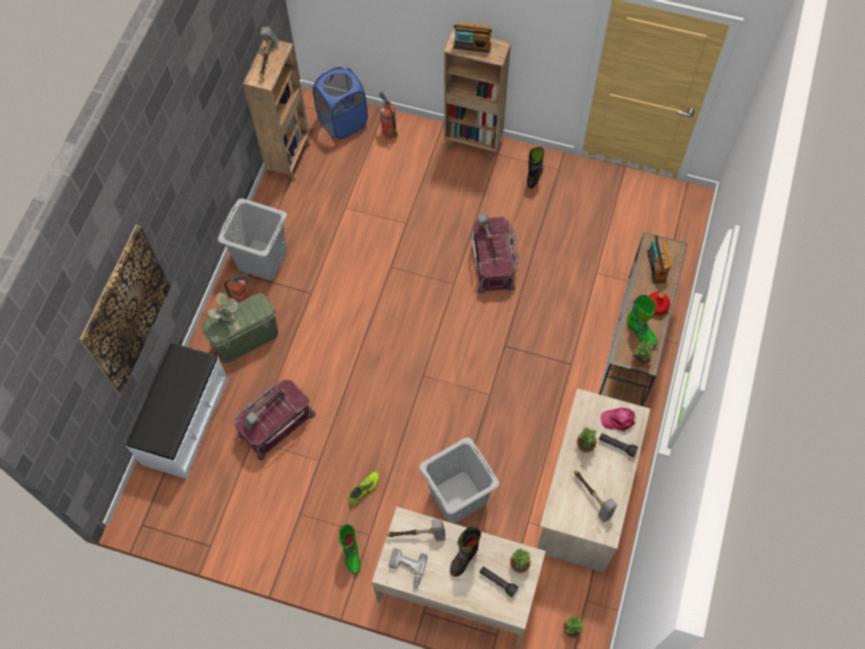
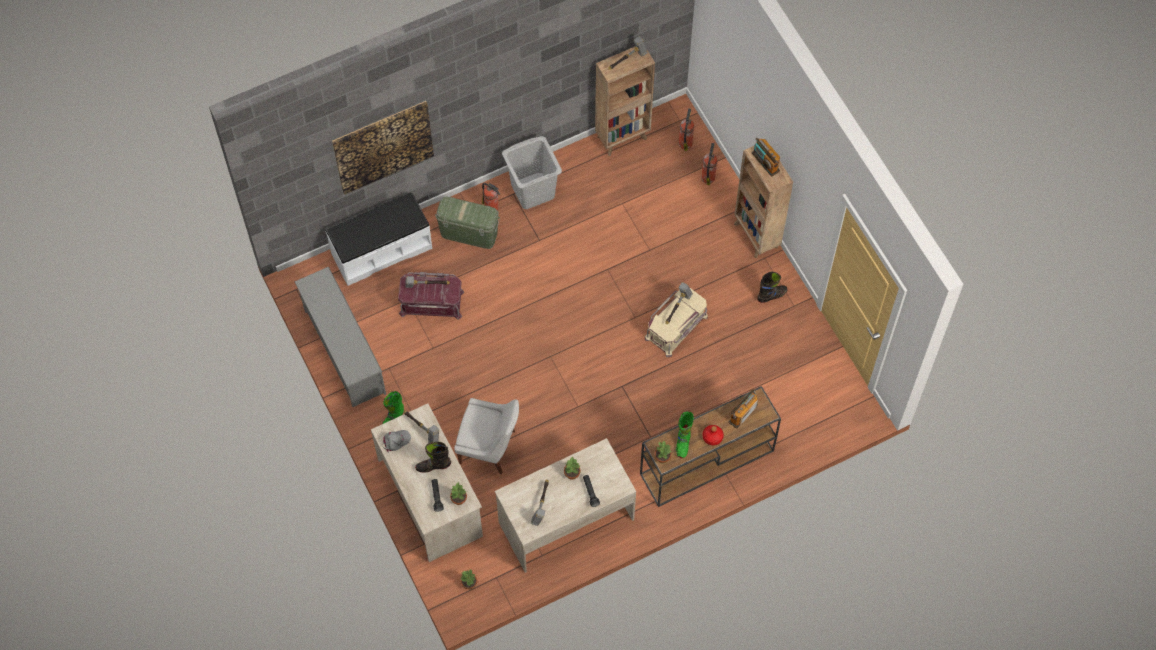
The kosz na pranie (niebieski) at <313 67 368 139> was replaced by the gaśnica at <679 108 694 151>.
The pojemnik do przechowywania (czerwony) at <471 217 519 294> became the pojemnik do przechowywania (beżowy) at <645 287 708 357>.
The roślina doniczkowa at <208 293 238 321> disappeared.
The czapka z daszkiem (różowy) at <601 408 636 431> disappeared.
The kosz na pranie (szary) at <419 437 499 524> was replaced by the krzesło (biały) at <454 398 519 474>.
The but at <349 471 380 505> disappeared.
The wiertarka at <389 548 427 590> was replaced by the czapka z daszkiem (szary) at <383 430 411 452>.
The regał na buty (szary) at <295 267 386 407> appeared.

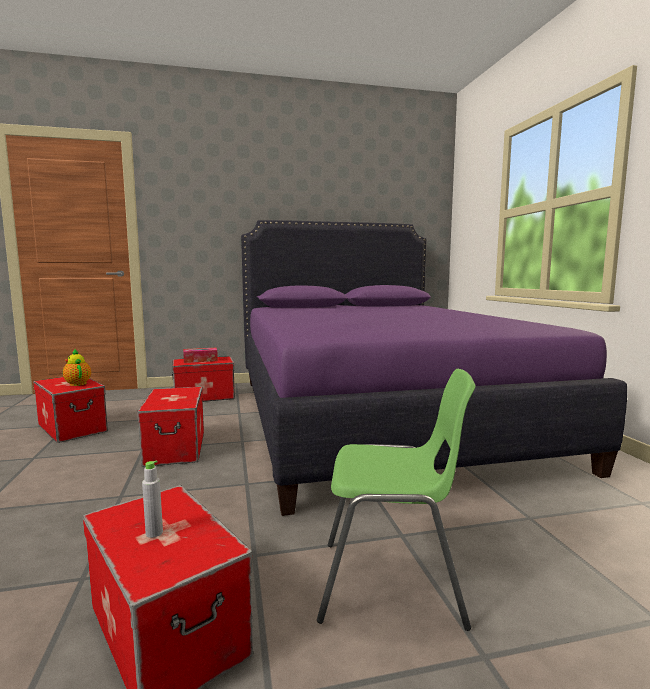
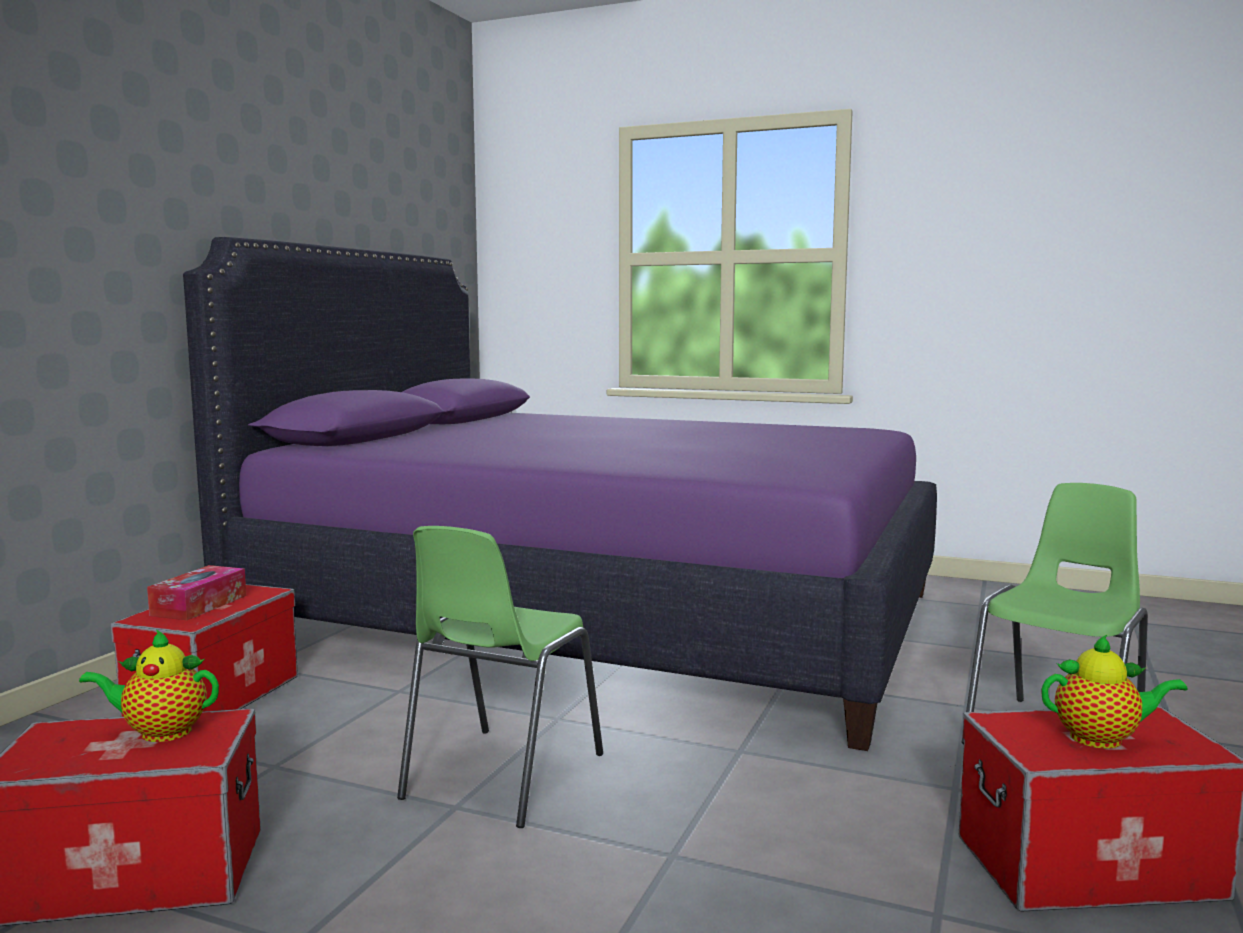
The pojemnik do przechowywania at <137 387 204 467> was replaced by the krzesło (zielony) at <397 526 603 828>.
The butelka (szary) at <142 461 163 538> was replaced by the imbryk at <1041 635 1188 748>.

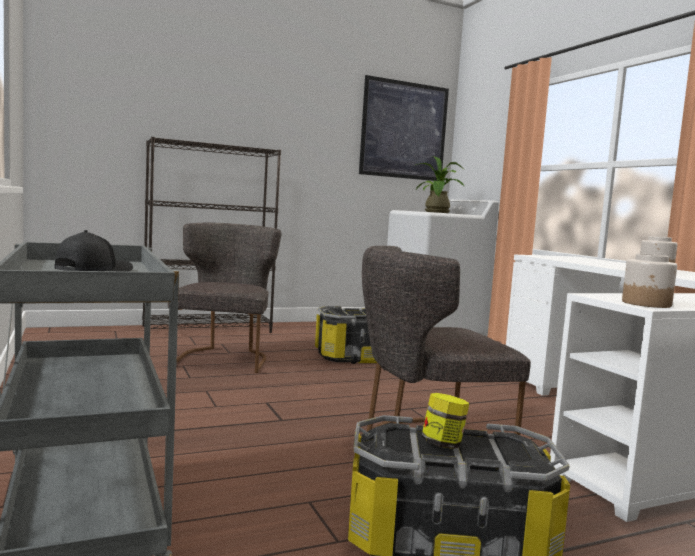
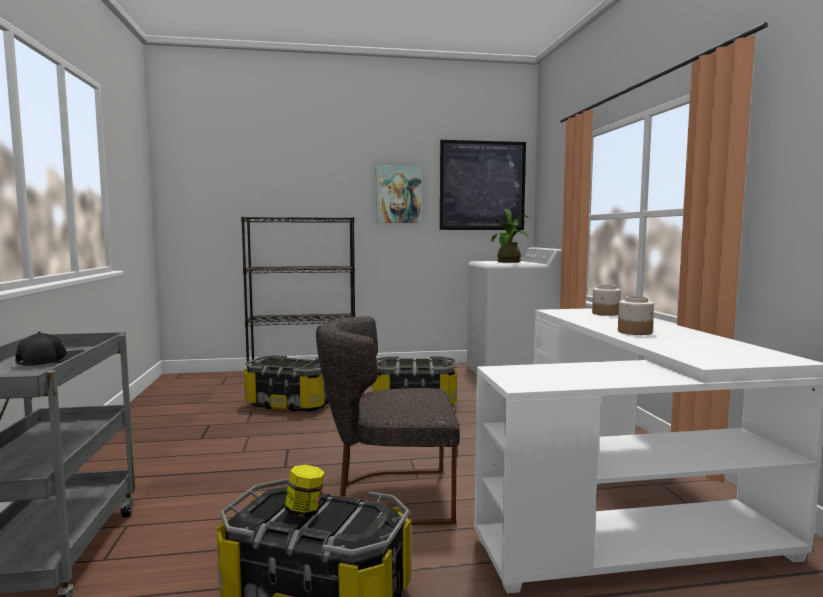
The krzesło (szary) at <168 222 282 373> was replaced by the pojemnik do przechowywania at <244 355 329 412>.
The słoik moved from <622 254 677 308> to <592 285 621 316>.
The obraz at <376 165 422 223> appeared.

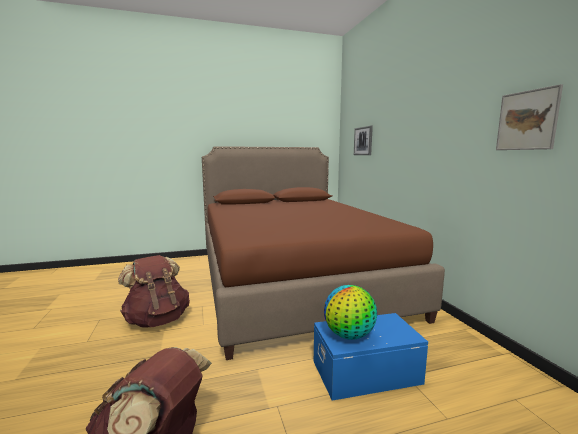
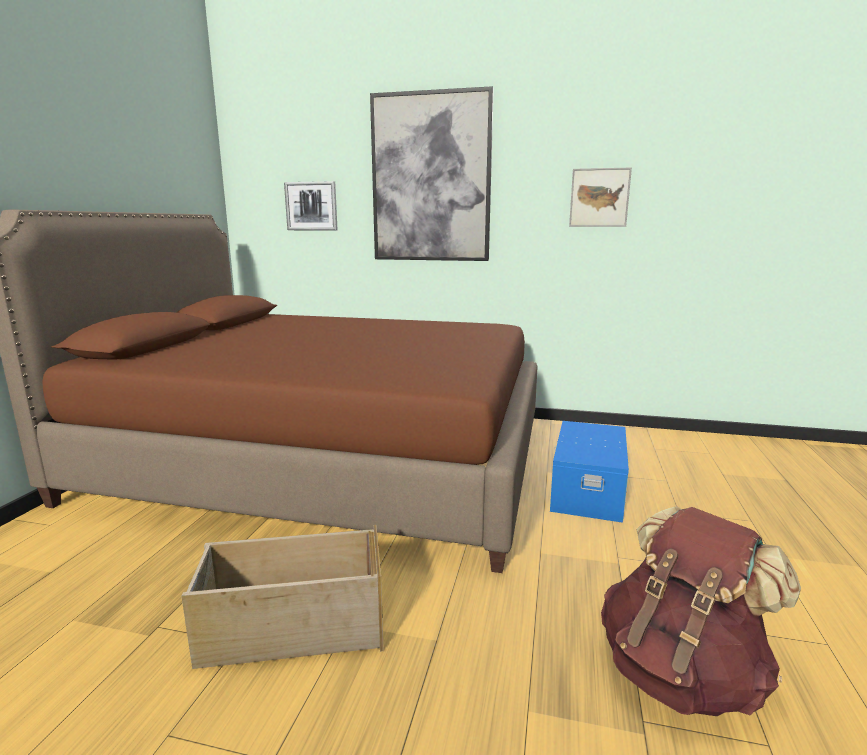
The plecak (brązowy) at <118 255 190 328> was replaced by the pojemnik do przechowywania (beżowy) at <181 525 384 669>.
The globus at <324 285 377 340> disappeared.
The obraz at <370 86 494 261> appeared.

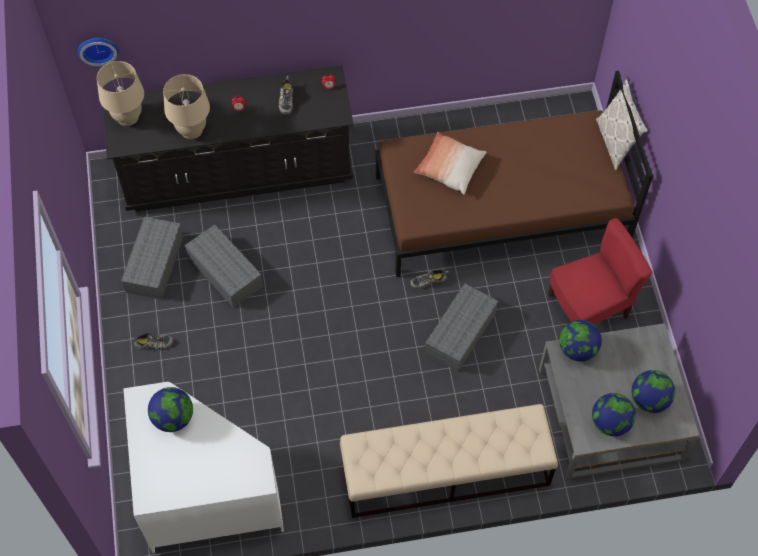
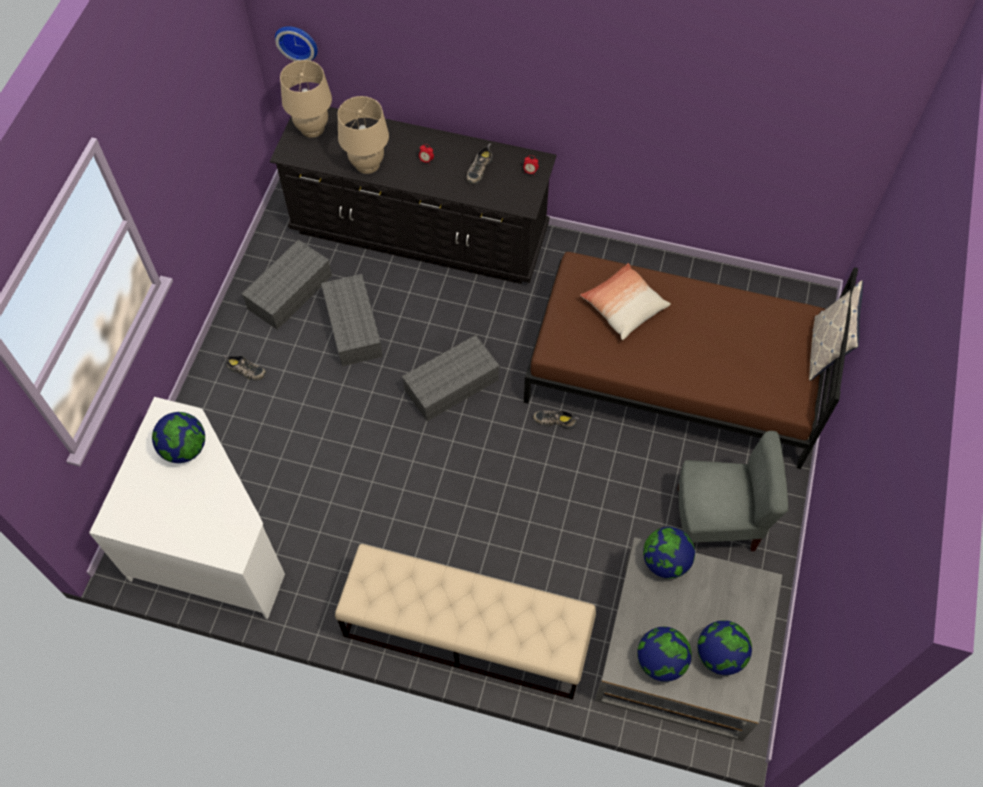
The krzesło (czerwony) at <548 218 653 325> became the krzesło (szary) at <678 431 788 551>.
The pojemnik do przechowywania (szary) moved from <425 283 498 372> to <402 335 500 421>.

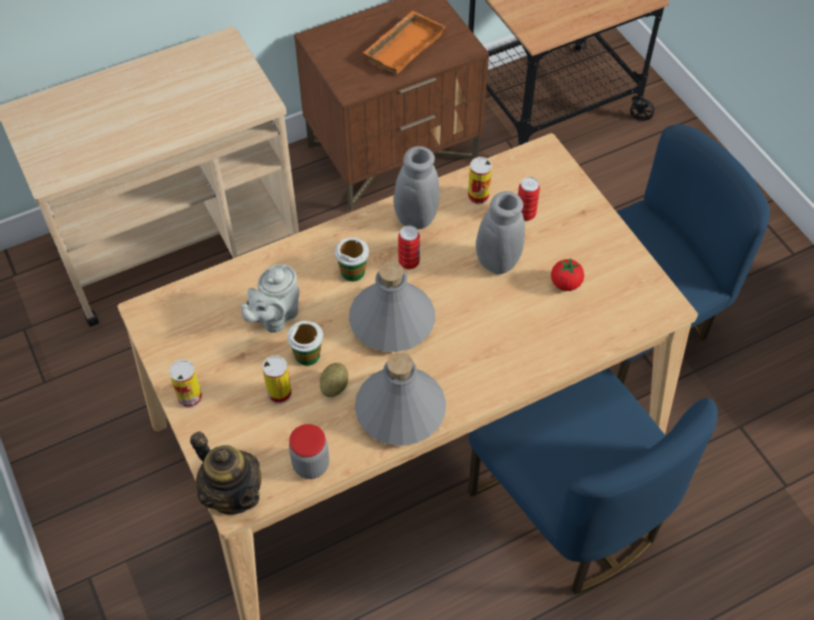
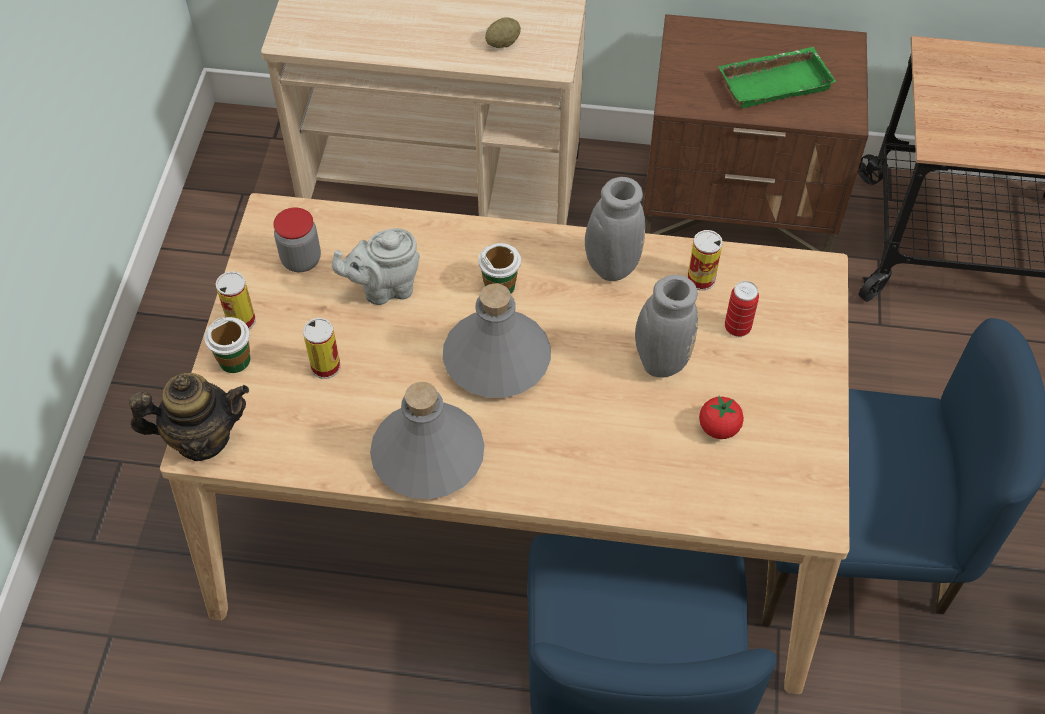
The taca (pomarańczowy) at <363 11 446 74> became the taca (zielony) at <718 47 836 108>.
The puszka at <398 225 420 269> disappeared.
The filiżanka moved from <287 321 323 366> to <204 317 250 373>.
The ziemniak moved from <320 363 348 397> to <485 18 521 48>.
The słoik moved from <289 424 329 479> to <273 208 321 272>.
The imbryk at <190 431 261 515> turned 90 degrees counterclockwise.

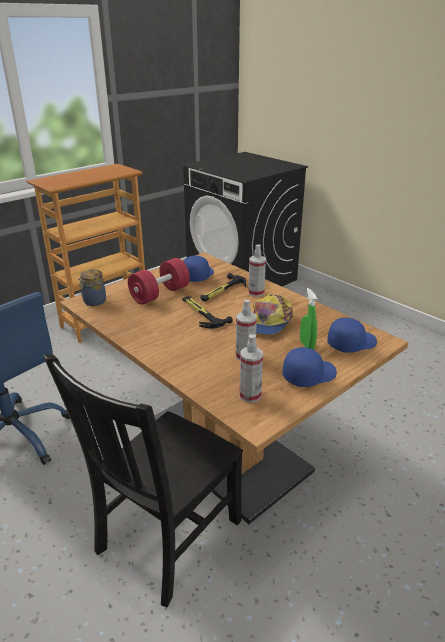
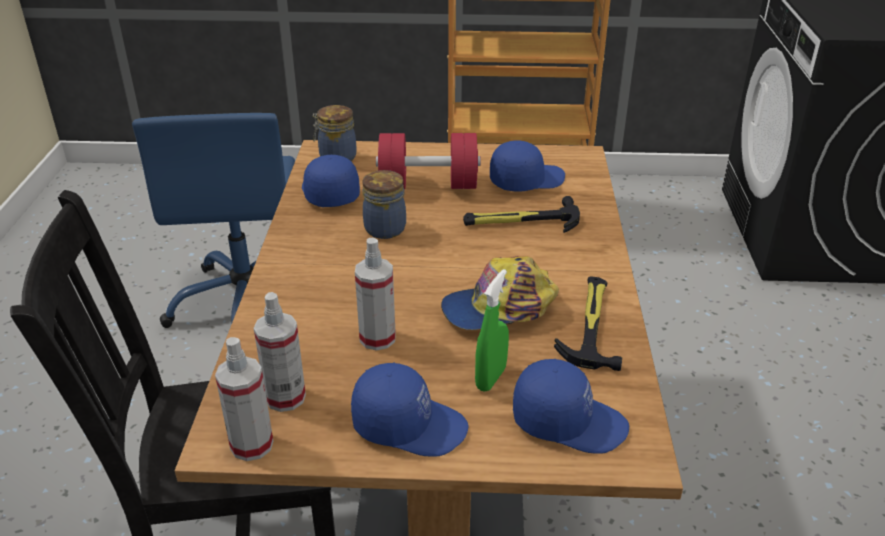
The spryskiwacz moved from <248 245 266 297> to <215 337 273 461>.
The młotek moved from <183 296 233 329> to <554 277 622 371>.
The czapka z daszkiem (niebieski) at <302 155 360 207> appeared.
The słoik at <362 170 406 239> appeared.

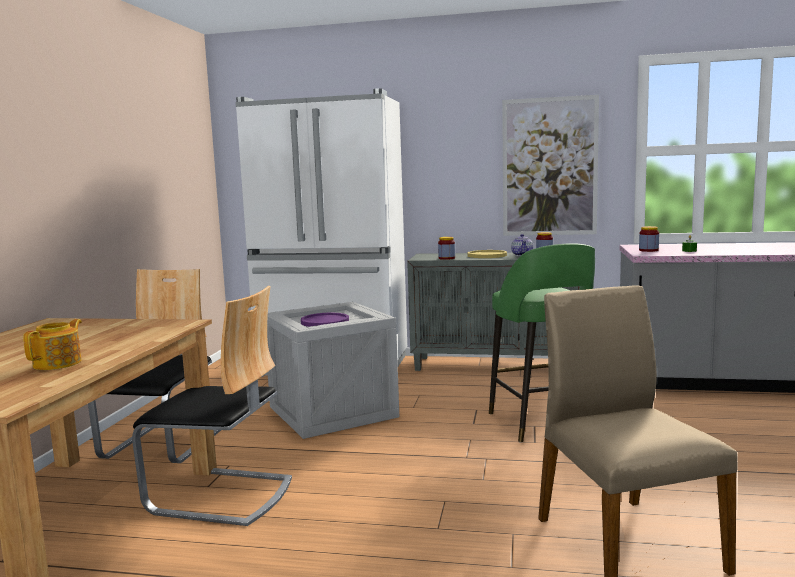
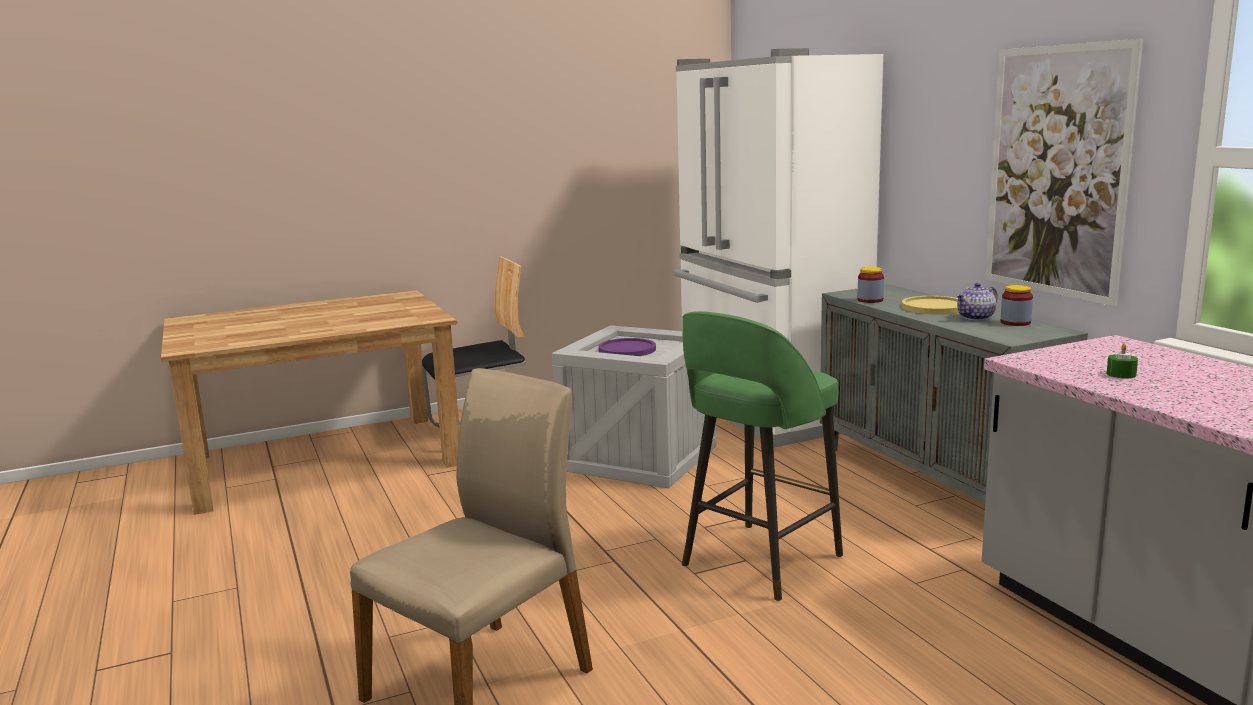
The słoik at <639 226 659 252> disappeared.
The krzesło at <132 286 292 526> disappeared.
The imbryk at <23 319 82 370> disappeared.

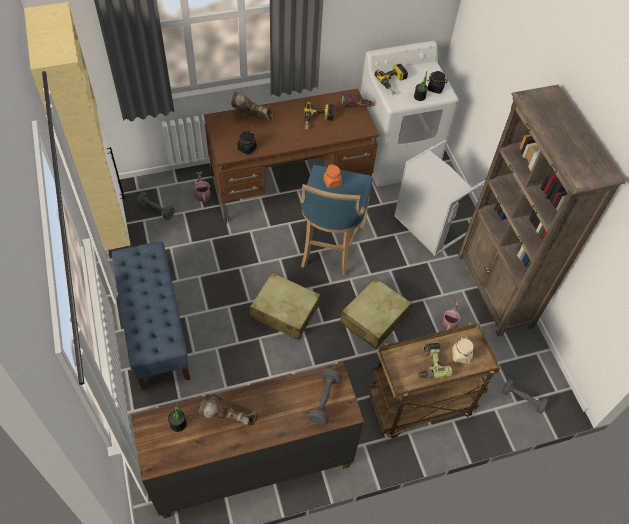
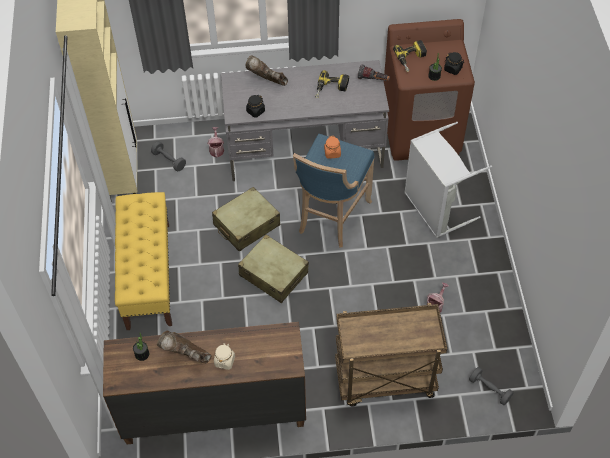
The pralka (biały) at <360 41 459 187> became the pralka (brązowy) at <384 19 475 161>.
The regał (brązowy) at <458 85 625 337> disappeared.
The biurko (brązowy) at <204 88 379 223> became the biurko (szary) at <221 60 389 181>.
The ławka (niebieski) at <112 241 191 391> became the ławka (żółty) at <115 192 172 330>.
The walizka (beżowy) moved from <340 278 412 349> to <212 187 280 252>.
The słoik (beżowy) moved from <452 337 474 363> to <214 343 235 370>.
The wiertarka at <417 342 452 379> disappeared.
The hantel (szary) at <307 369 342 425> disappeared.

